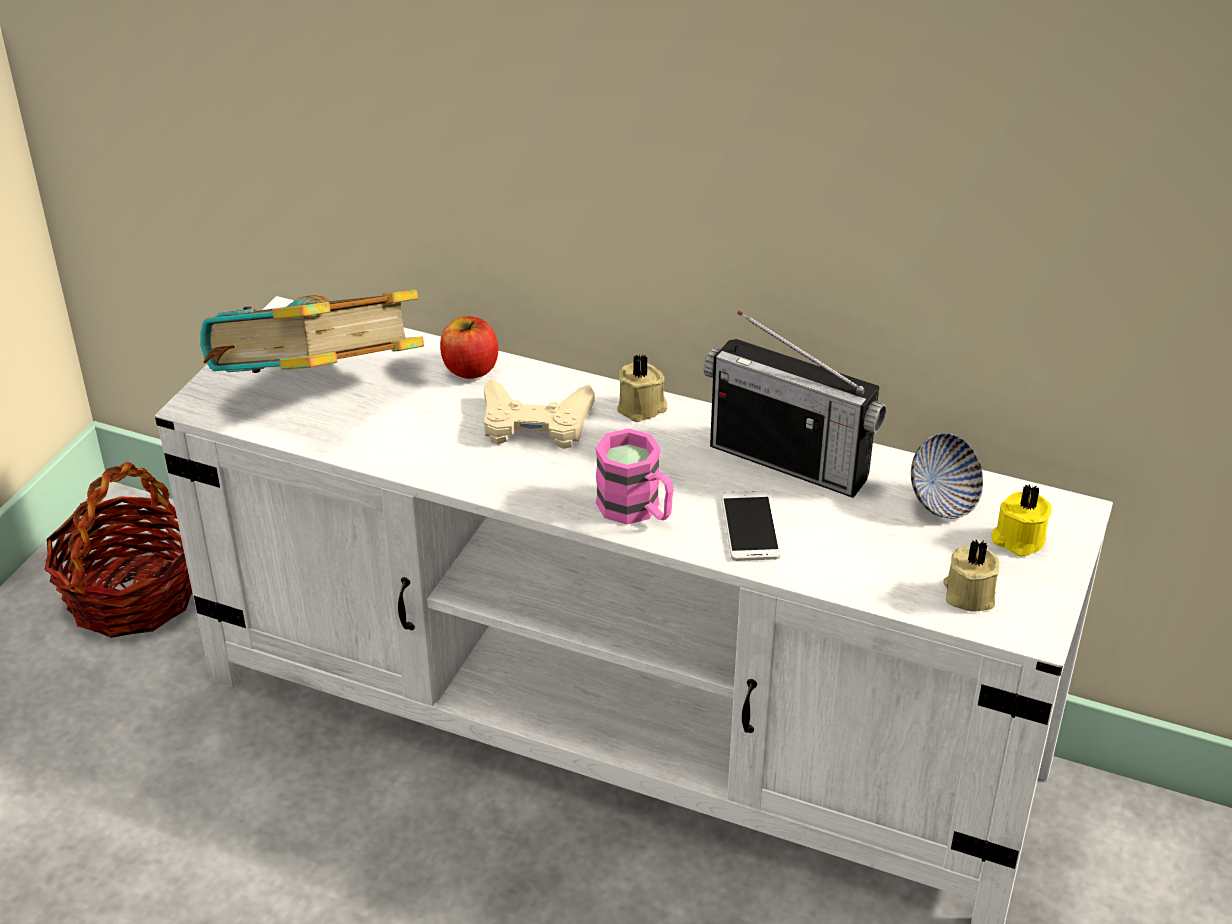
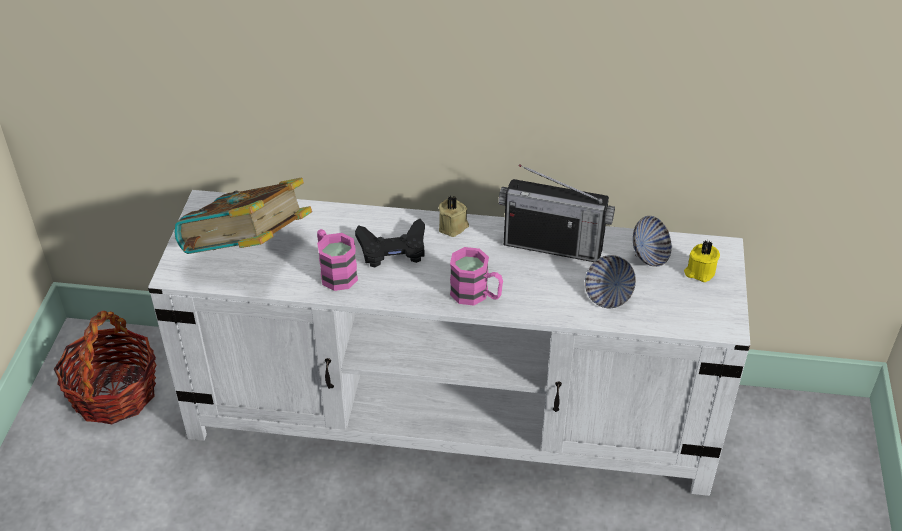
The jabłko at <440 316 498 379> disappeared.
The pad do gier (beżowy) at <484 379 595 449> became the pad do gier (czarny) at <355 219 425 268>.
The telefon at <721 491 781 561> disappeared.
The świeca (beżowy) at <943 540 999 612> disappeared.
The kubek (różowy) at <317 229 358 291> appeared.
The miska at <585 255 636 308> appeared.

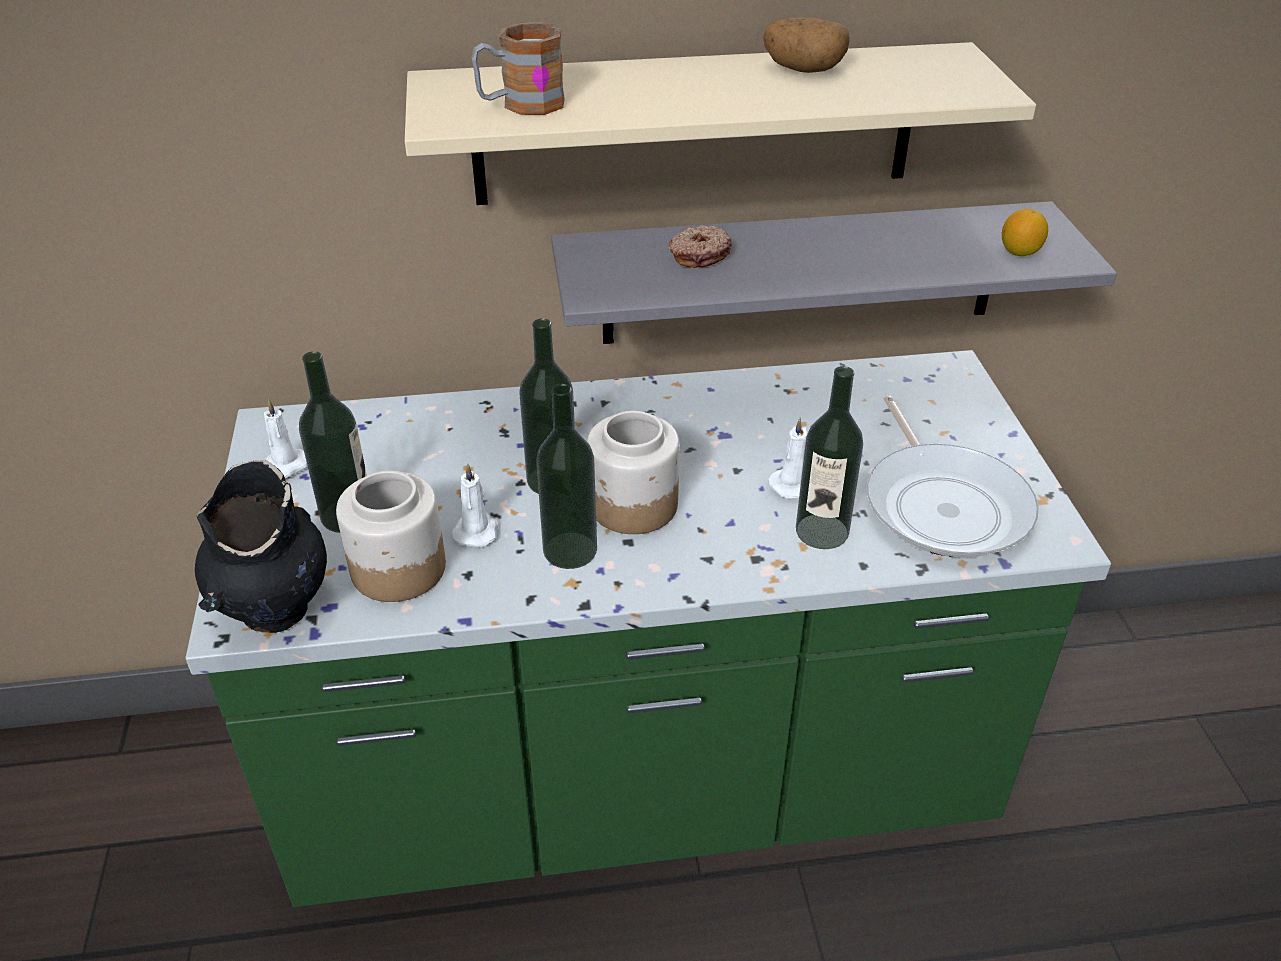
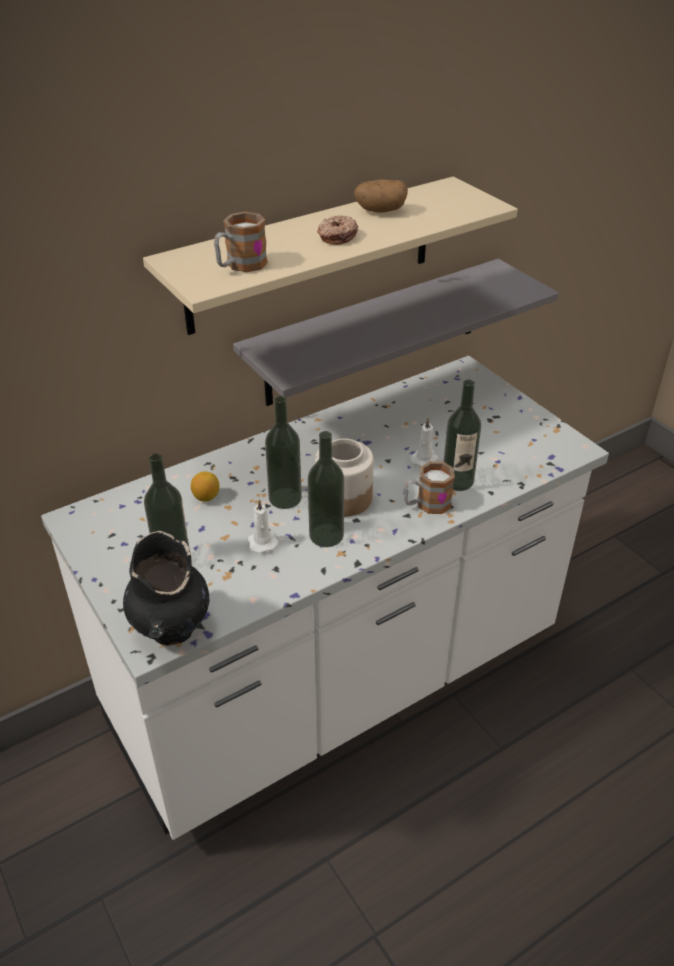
The cytryna moved from <1002 209 1048 256> to <191 471 219 502>.
The donut moved from <669 225 732 268> to <317 215 358 245>.
The zabudowa kuchenna (zielony) at <186 350 1111 907> became the zabudowa kuchenna (biały) at <41 356 609 840>.
The patelnia at <867 396 1039 558> disappeared.
The świeca (biały) at <264 399 307 478> disappeared.
The słoik at <336 471 446 602> disappeared.
The kubek at <404 461 455 514> appeared.

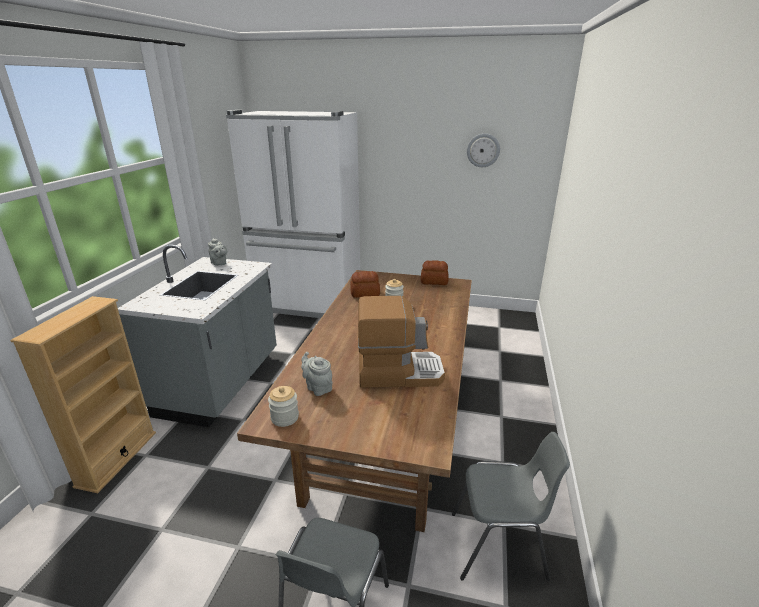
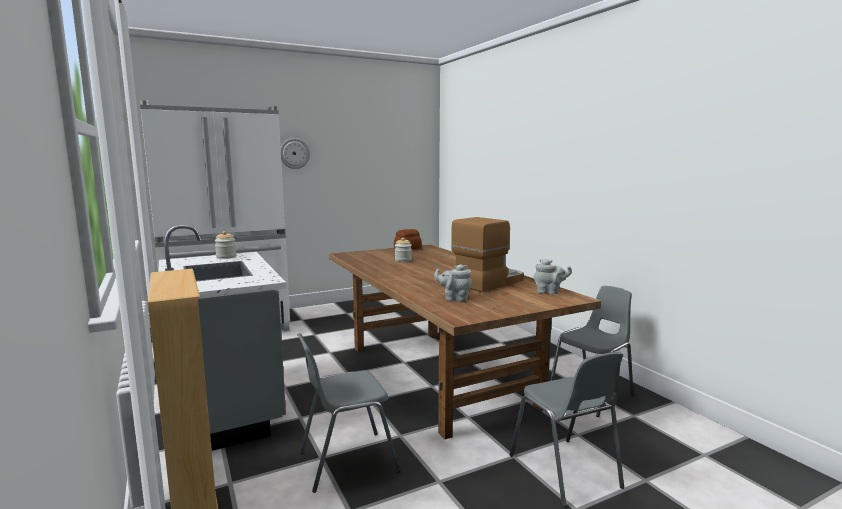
The zegar ścienny moved from <467 133 500 167> to <280 138 310 169>.
The imbryk (szary) moved from <208 238 227 266> to <534 259 572 294>.
The chleb at <350 271 380 298> disappeared.
The słoik moved from <268 386 299 427> to <215 231 237 259>.
The krzesło (szary) at <297 333 400 493> appeared.

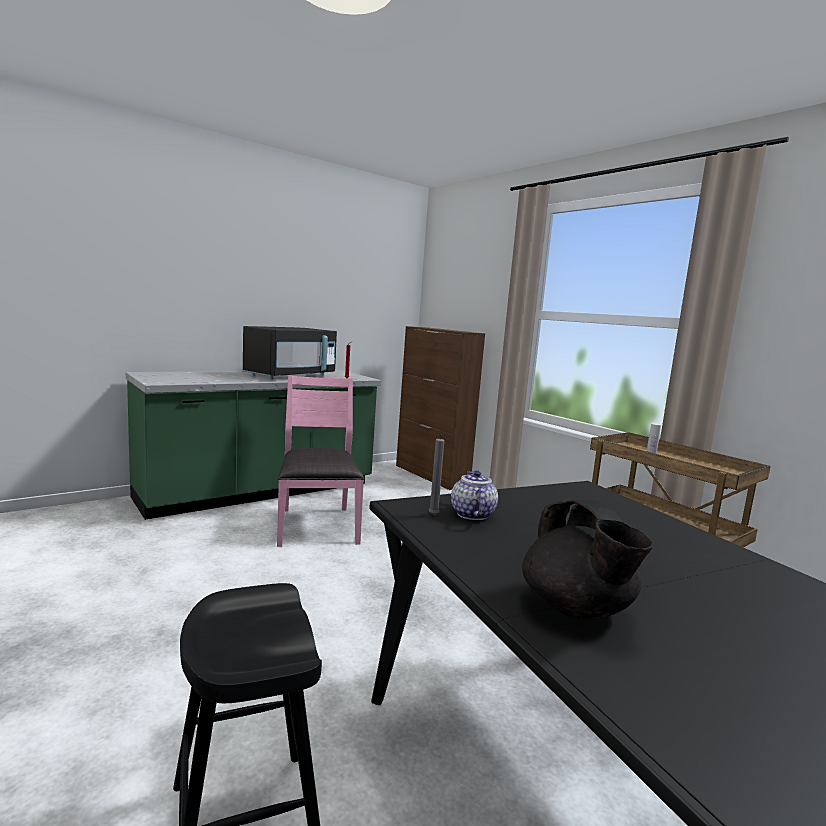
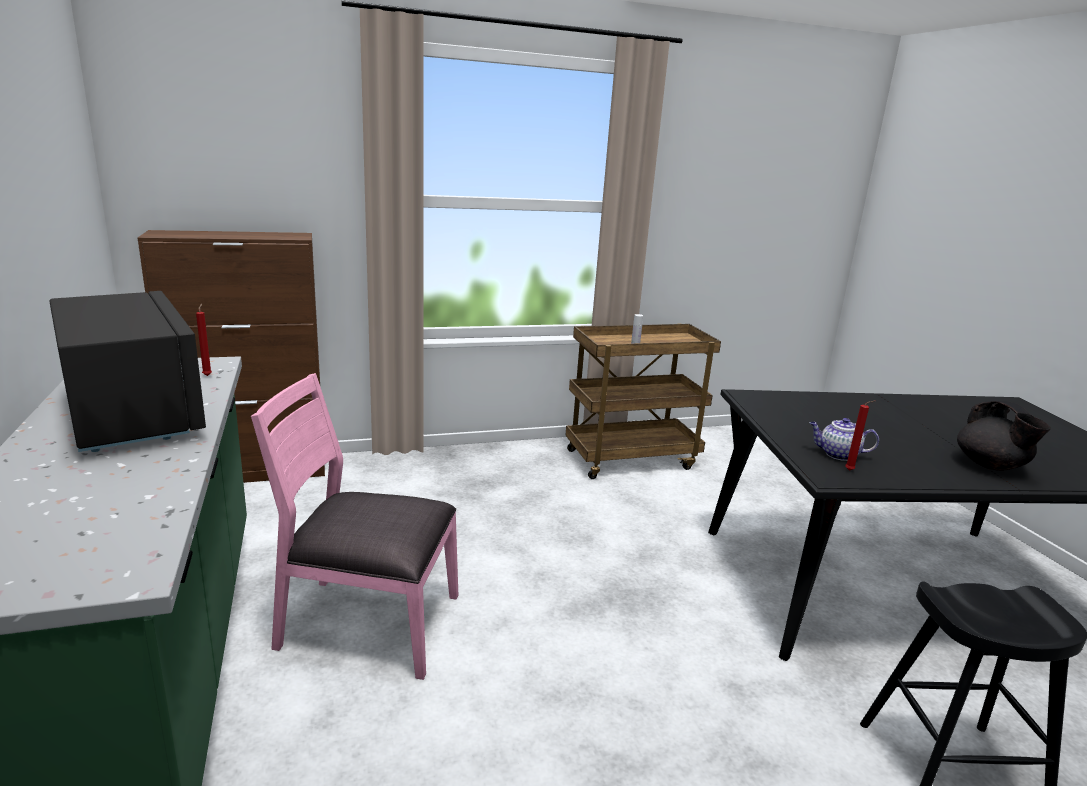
The świeca (szary) at <429 433 444 516> became the świeca (czerwony) at <845 400 875 471>.
The imbryk (czarny) at <522 500 653 620> turned 75 degrees clockwise.

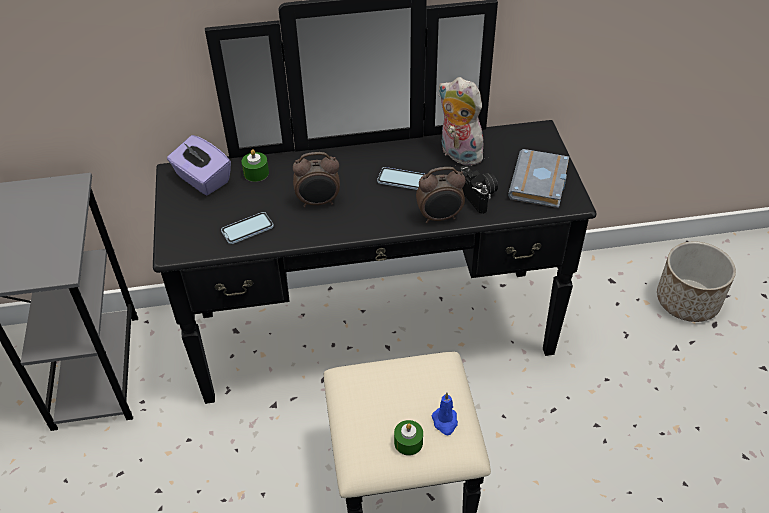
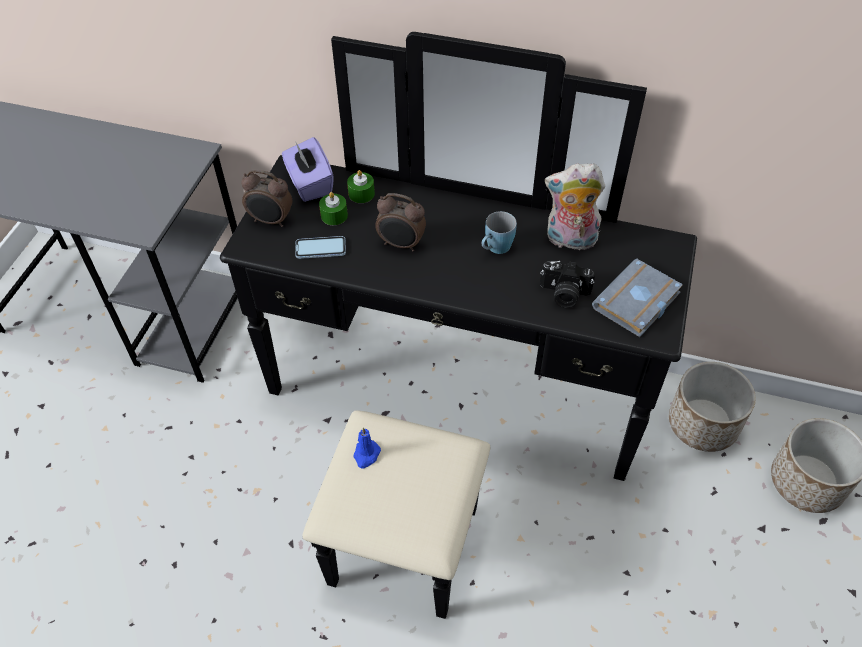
The pluszak at <438 77 485 166> turned 60 degrees counterclockwise.
The aparat fotograficzny at <460 165 498 214> turned 105 degrees clockwise.
The telefon at <377 167 425 190> was replaced by the kubek (niebieski) at <482 211 517 254>.
The budzik moved from <416 167 466 223> to <241 170 292 227>.
The świeca (niebieski) moved from <431 393 458 435> to <354 427 381 468>.
The świeca (zielony) moved from <394 420 423 456> to <319 192 348 225>.
The donica at <669 362 756 452> appeared.

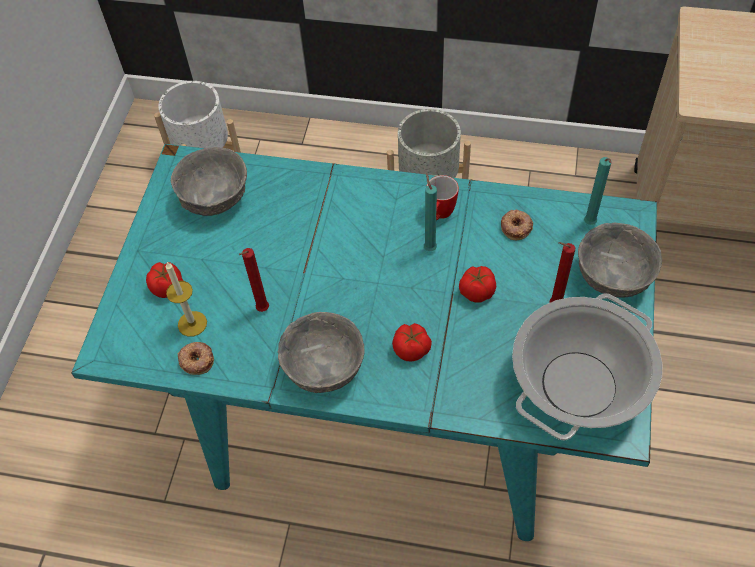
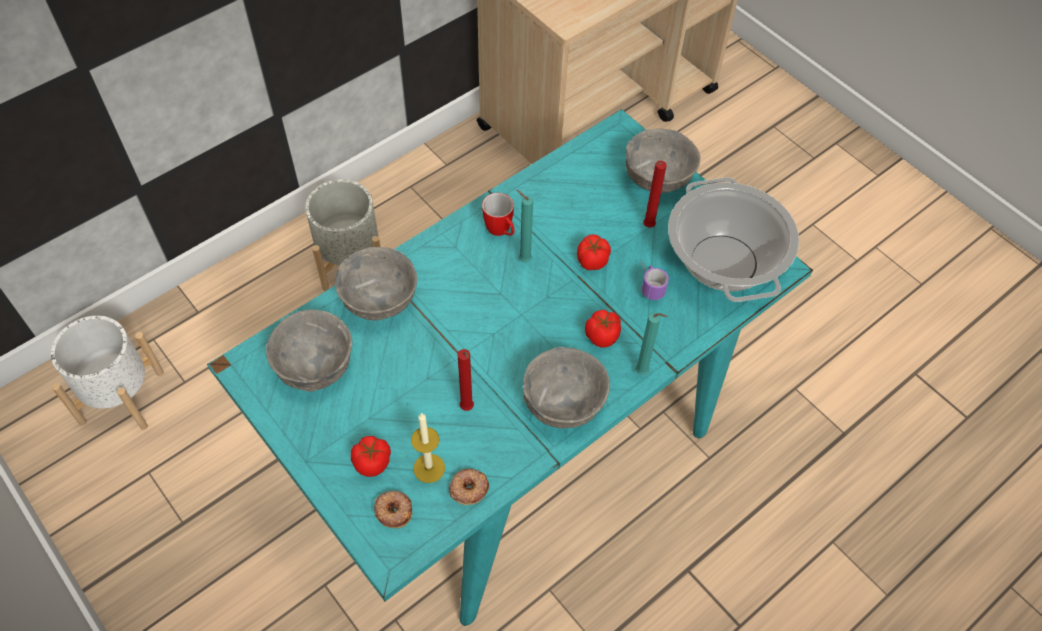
The świeca (turkusowy) moved from <584 157 611 225> to <635 312 668 375>.
The donut moved from <501 210 533 240> to <374 491 412 528>.
The miska (szary) at <335 247 417 320> appeared.
The kubek at <641 260 669 300> appeared.

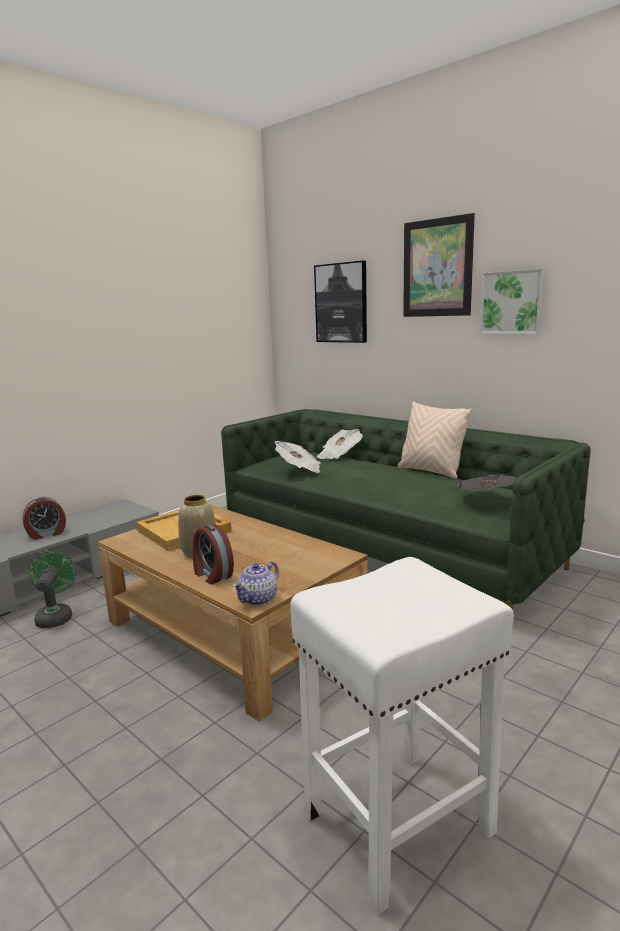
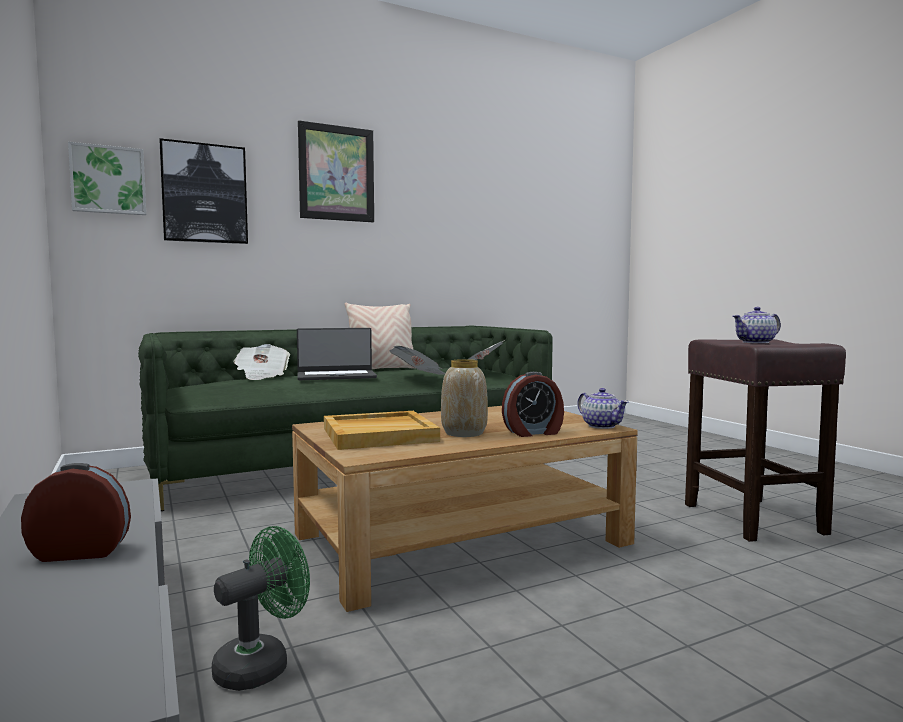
The obraz moved from <480 269 545 334> to <68 142 146 215>.
The gazeta moved from <275 441 321 473> to <390 346 445 375>.
The budzik at <22 497 66 540> turned 90 degrees counterclockwise.
The wentylator (zielony) at <29 551 76 628> turned 120 degrees clockwise.
The stołek (biały) at <290 557 514 915> became the stołek (brązowy) at <685 339 846 542>.
The imbryk at <733 307 781 343> appeared.
The laptop at <297 328 377 380> appeared.

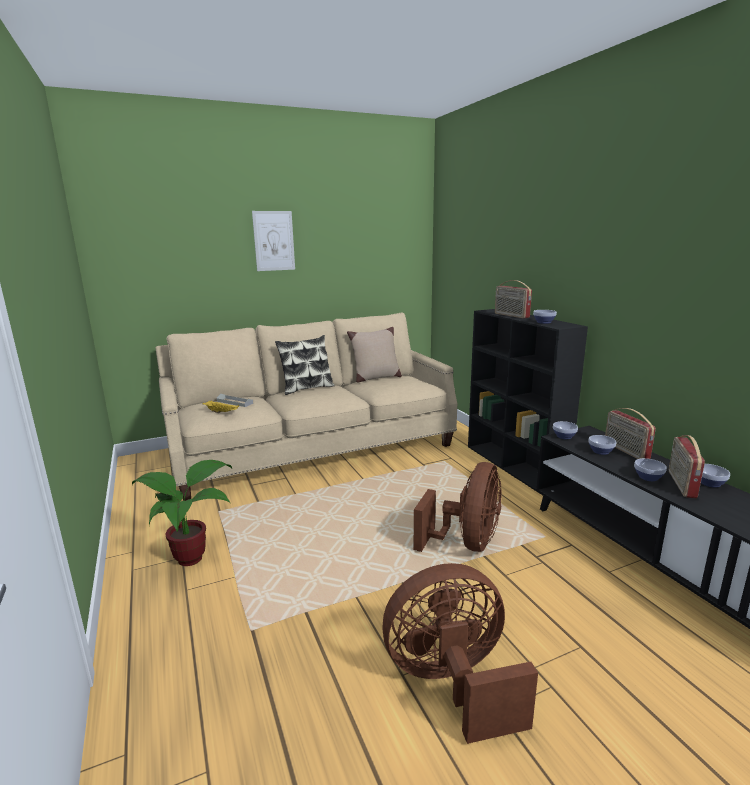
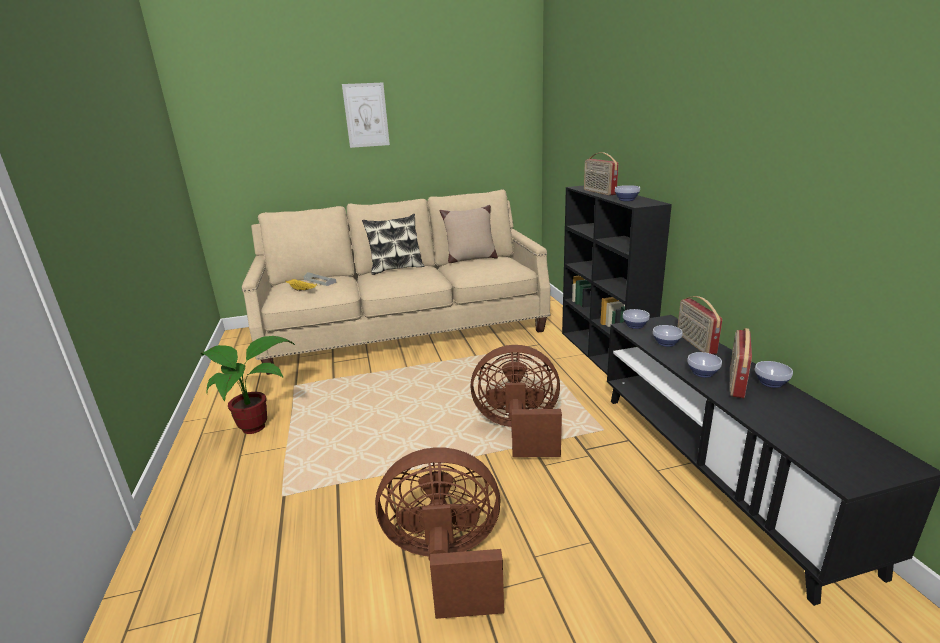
The wentylator (brązowy) at <414 462 502 552> turned 120 degrees counterclockwise.

